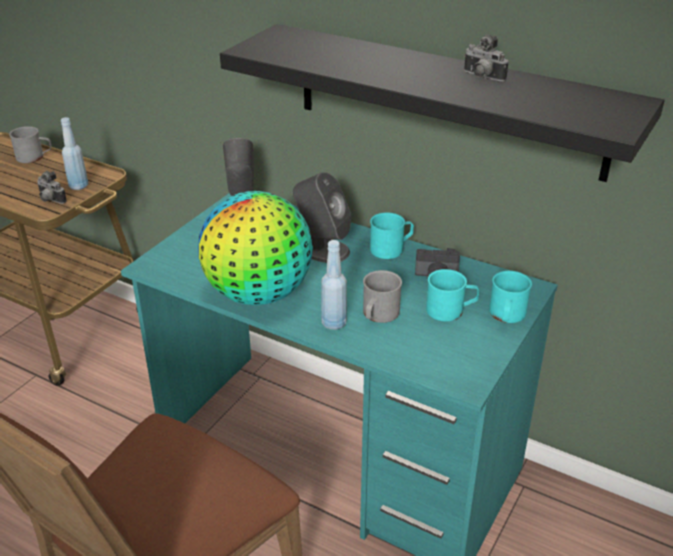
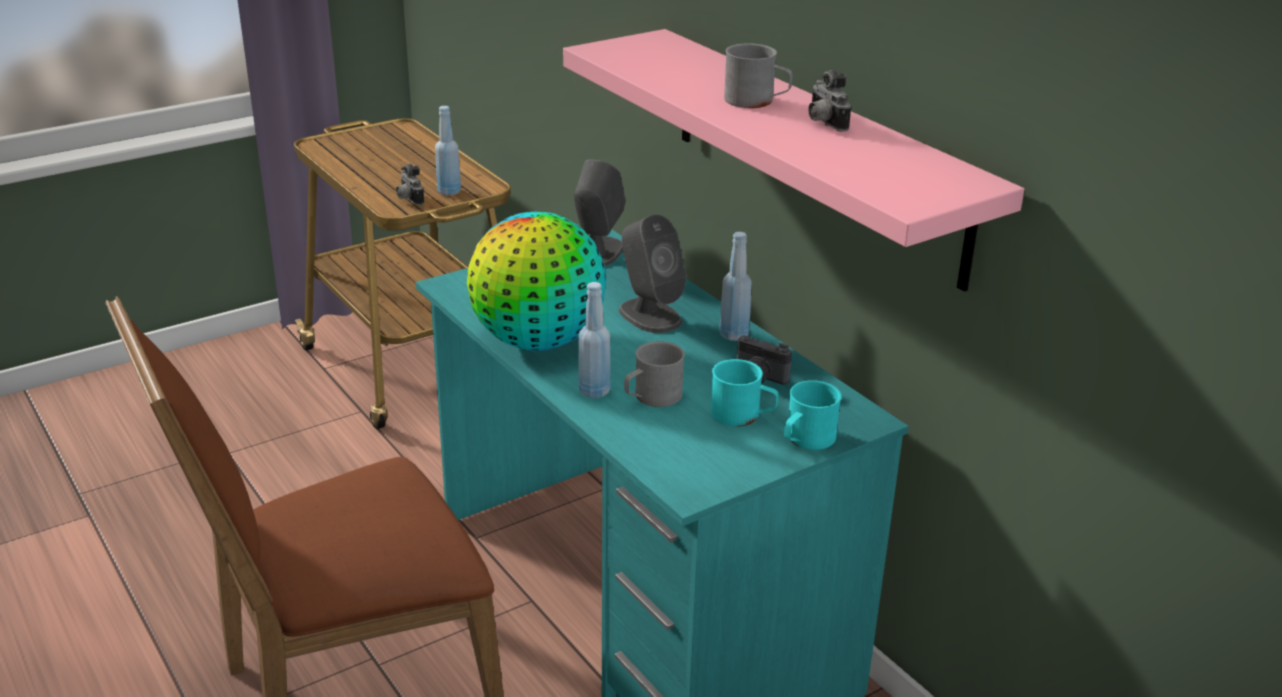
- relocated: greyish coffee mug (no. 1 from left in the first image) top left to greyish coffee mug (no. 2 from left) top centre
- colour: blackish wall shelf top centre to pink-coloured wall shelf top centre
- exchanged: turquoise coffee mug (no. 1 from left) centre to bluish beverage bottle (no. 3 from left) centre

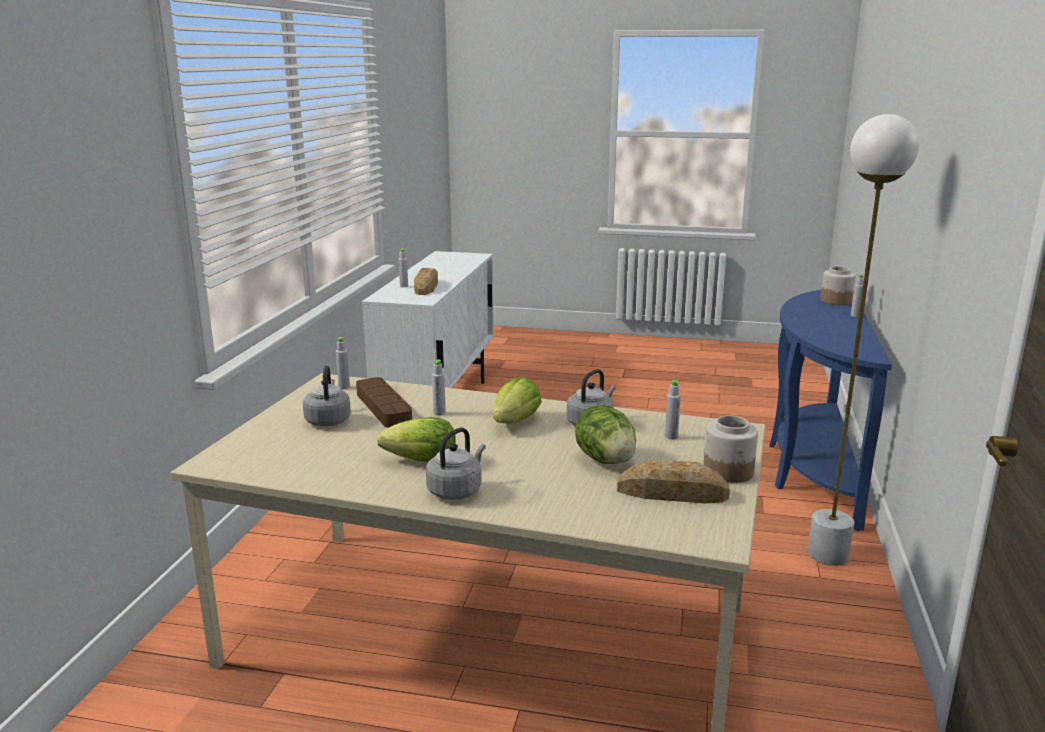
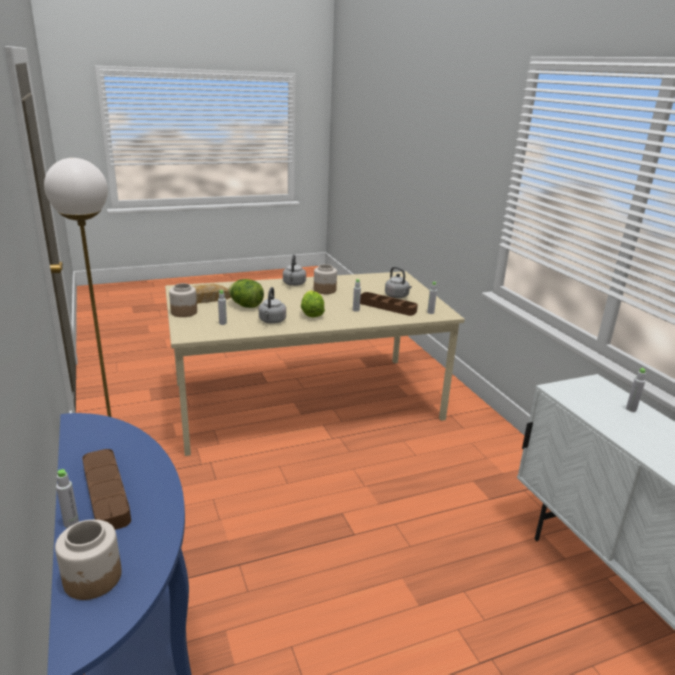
- exchanged: lettuce head (no. 1 from left) centre to jar (no. 3 from left) centre
- missing: bakery bread (no. 1 from left) centre
- appeared: brown carrying tray (no. 1 from left) bottom left

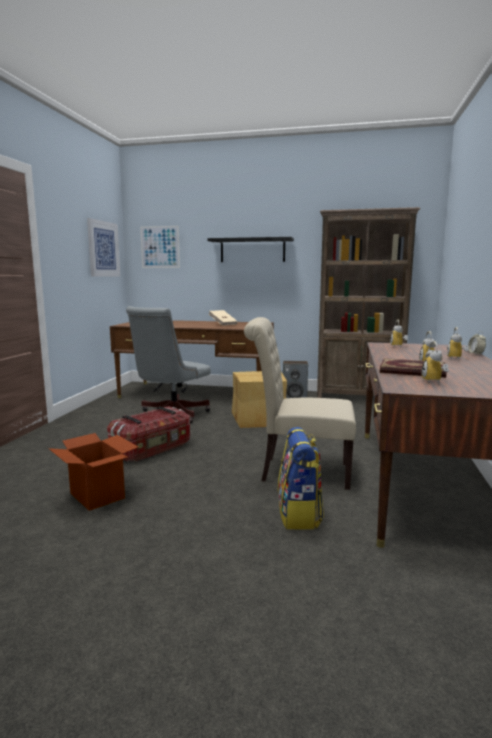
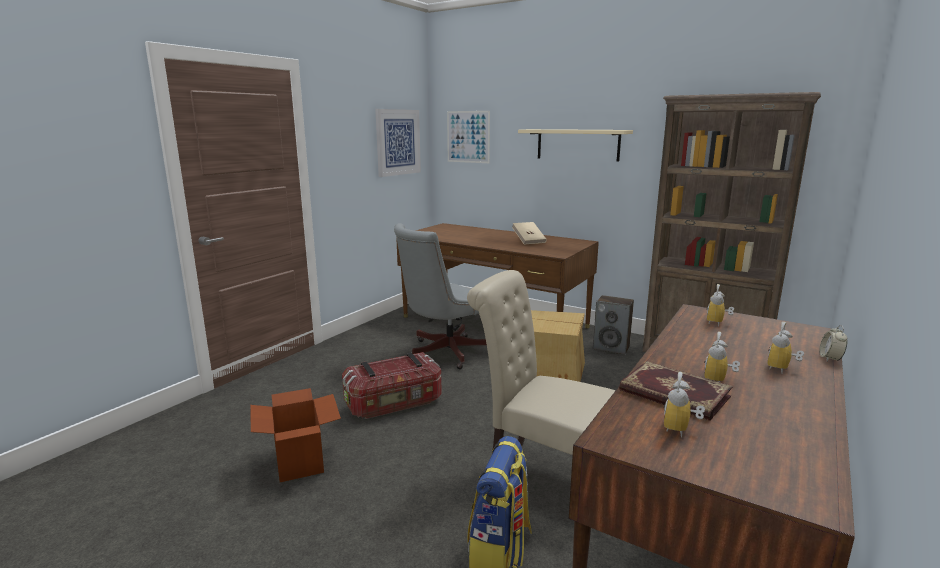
- colour: blackish wall shelf centre to sand-coloured wall shelf top centre

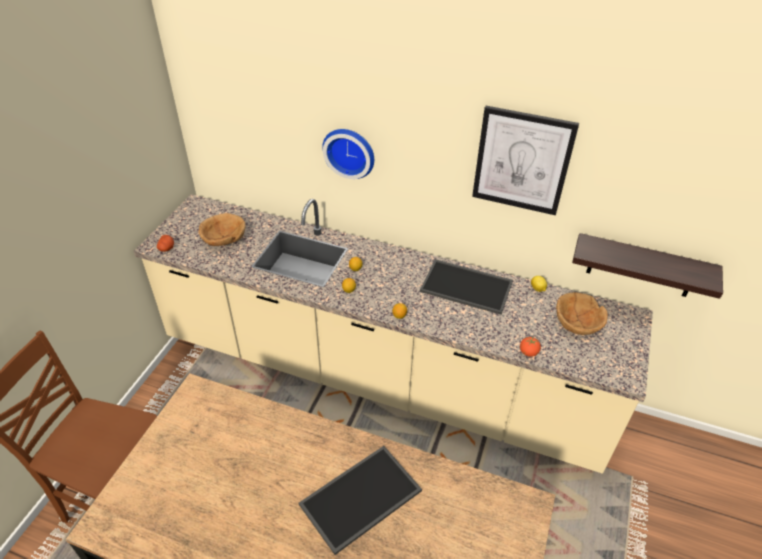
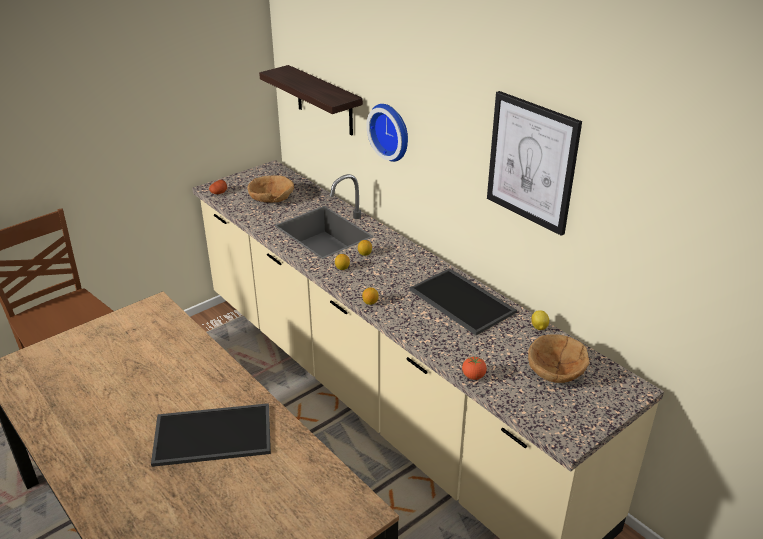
- relocated: wall shelf middle right to top centre

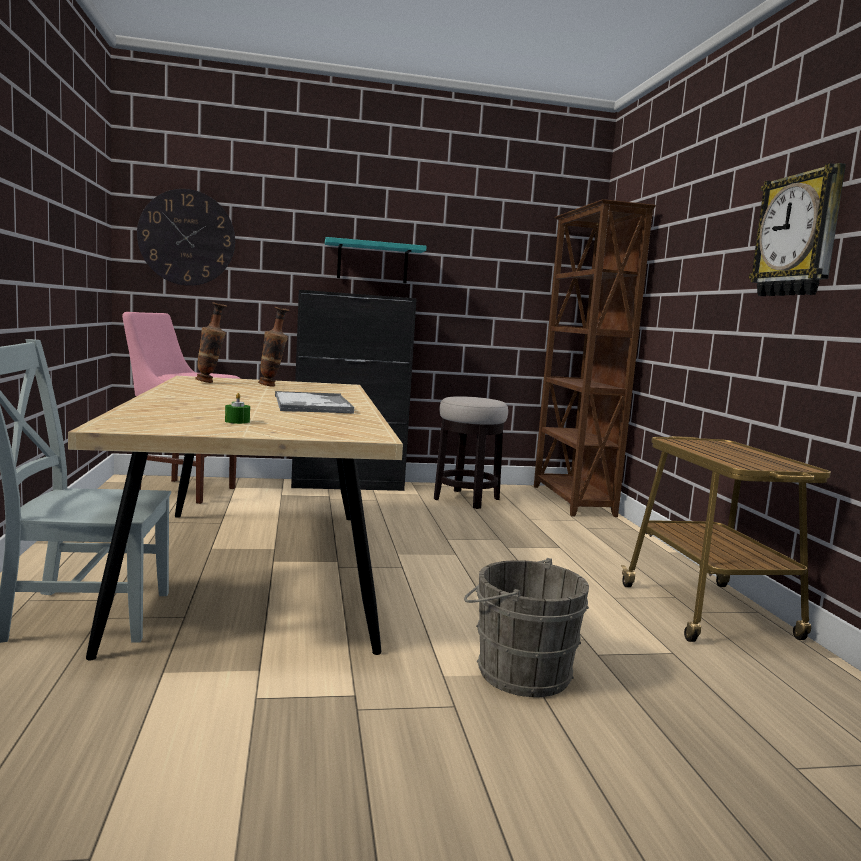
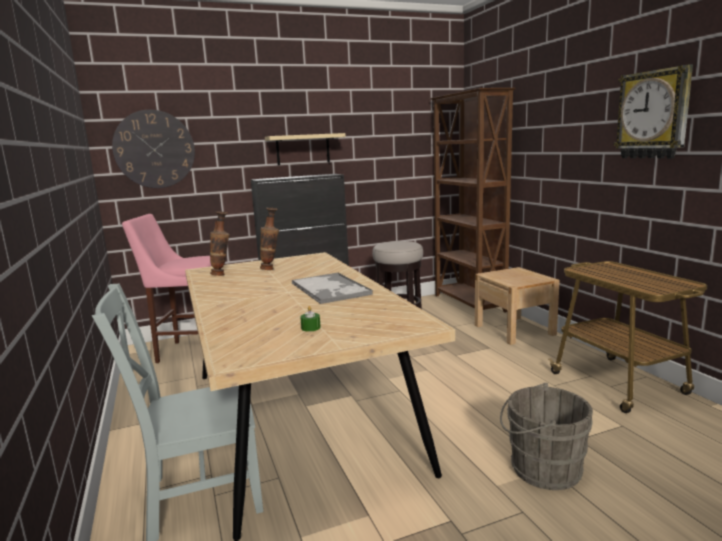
- colour: turquoise wall shelf top centre to sand-coloured wall shelf top centre
- appeared: sand-coloured nightstand middle right

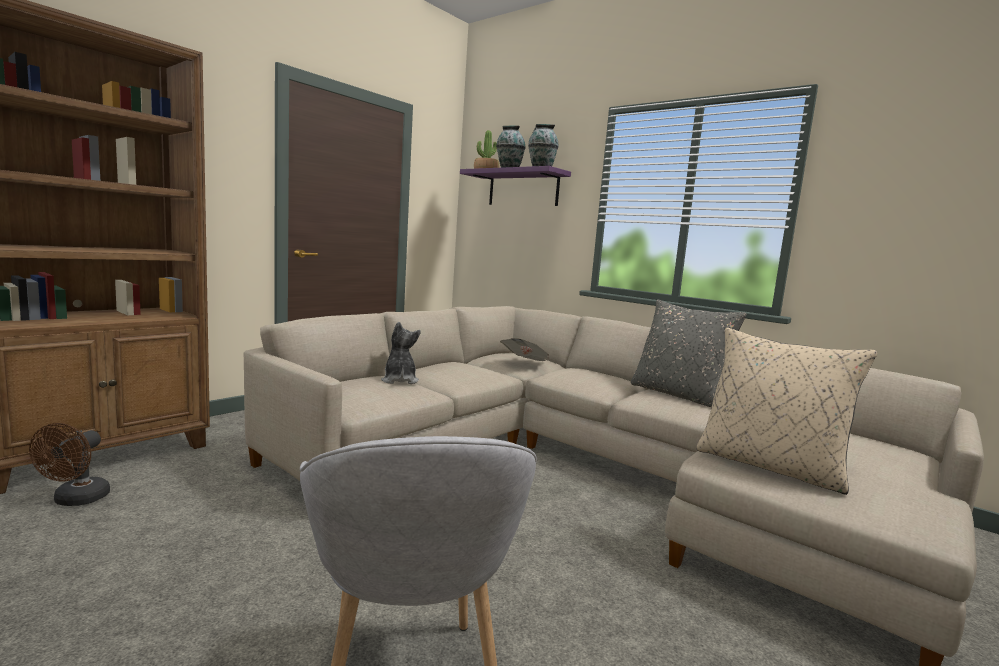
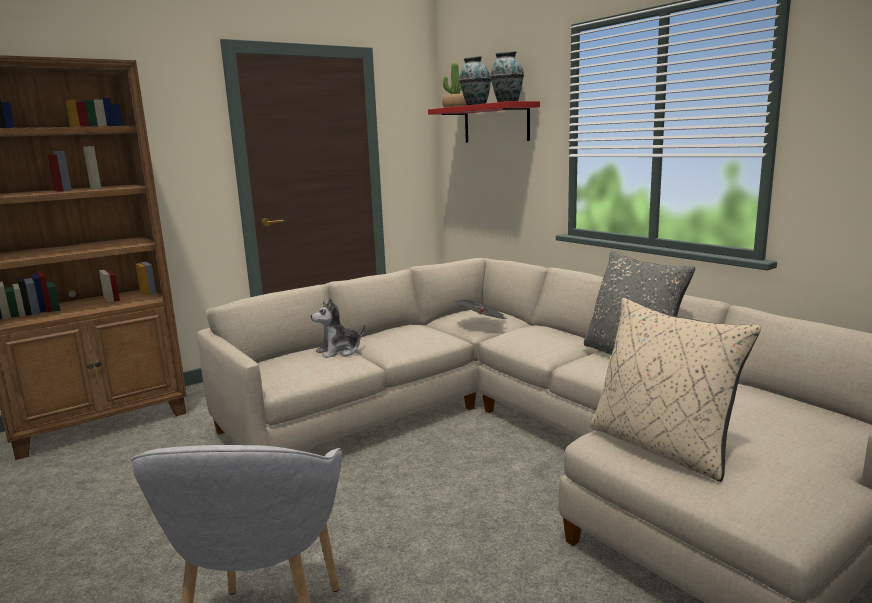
- missing: brown fan bottom left
- spun: plush toy centre = centre 120 degrees counterclockwise
- colour: purple wall shelf top centre to red-coloured wall shelf top centre

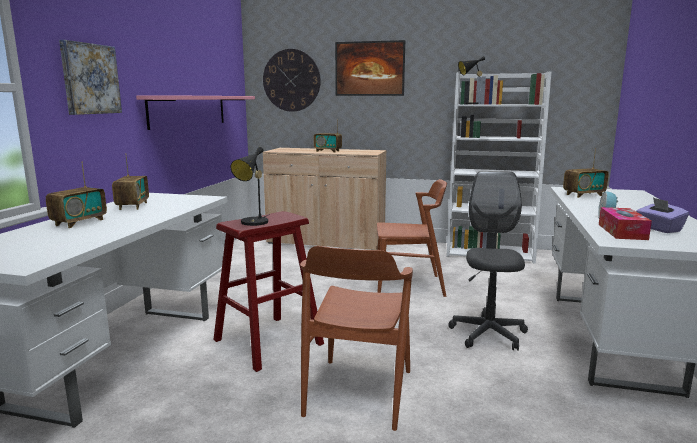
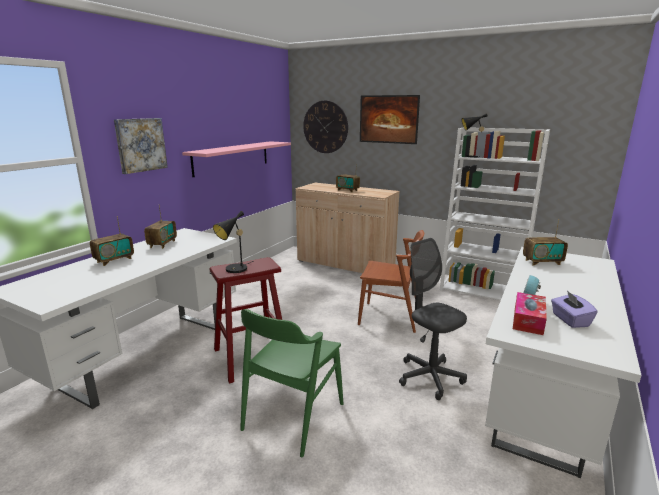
- colour: brown plain chair (no. 1 from left) bottom centre to green-coloured plain chair bottom centre
- spun: greyish desk chair middle right = centre 60 degrees counterclockwise

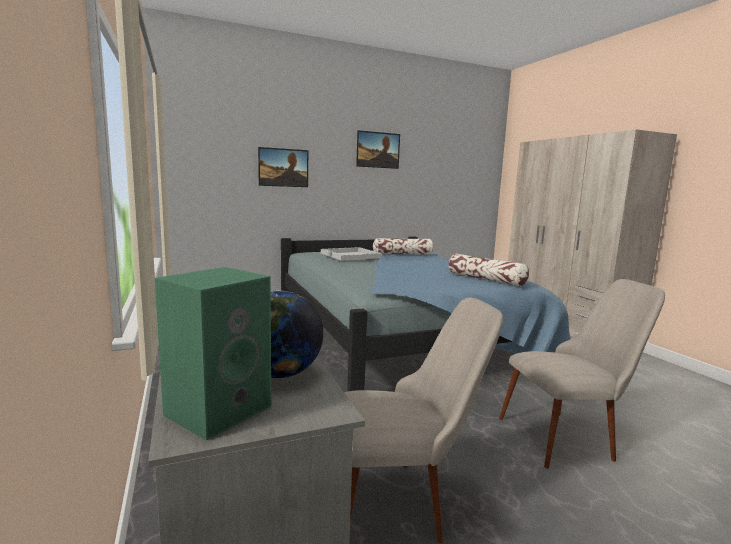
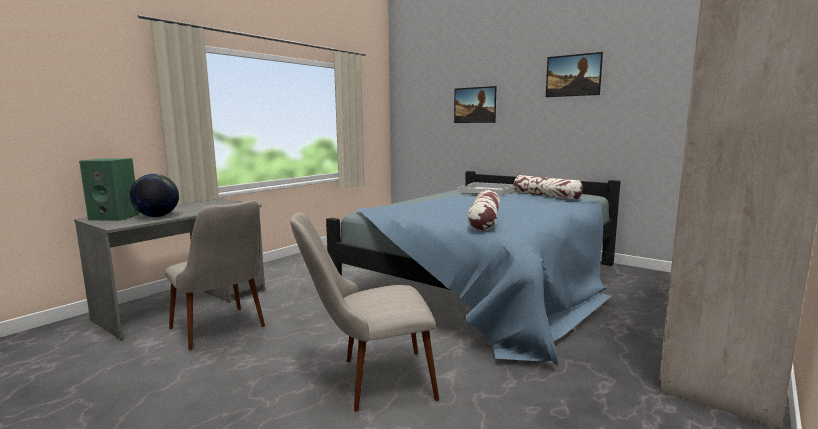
- spun: sand-coloured plain chair (no. 2 from left) bottom right = bottom centre 120 degrees clockwise

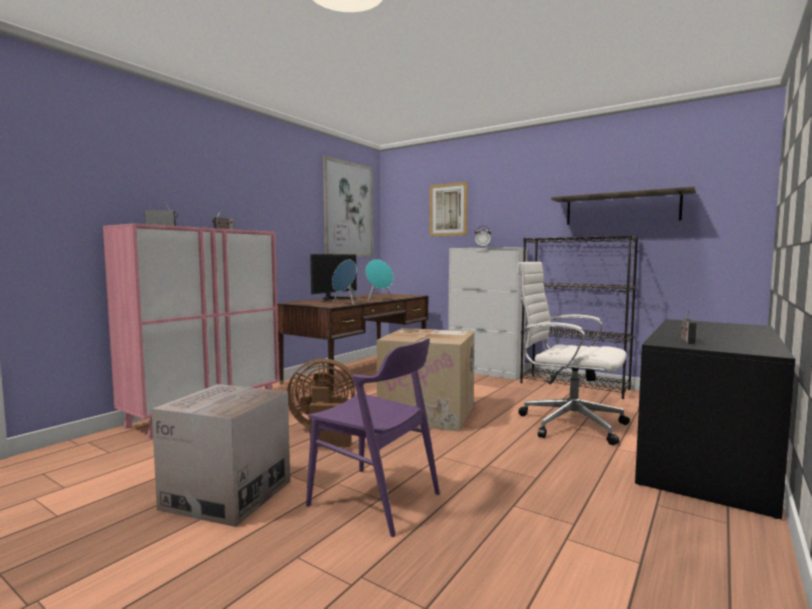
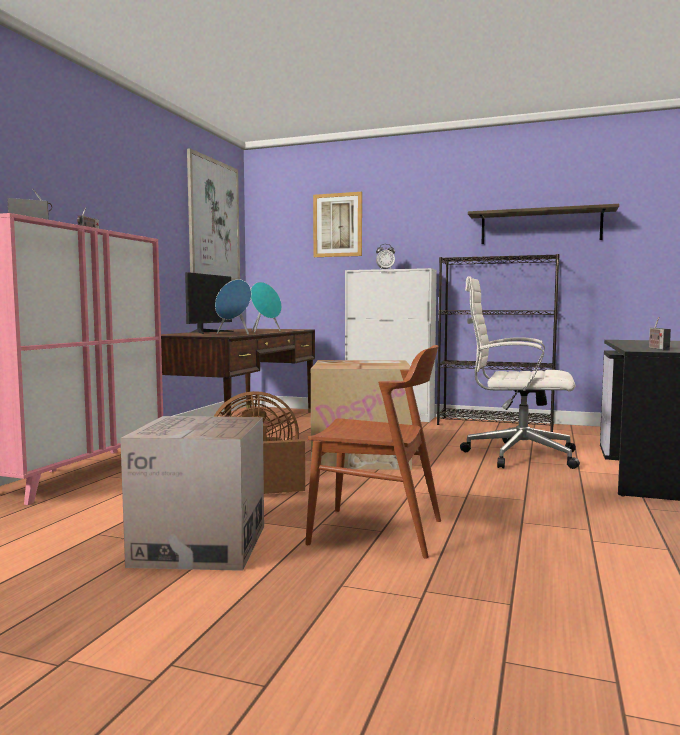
- colour: purple plain chair bottom centre to brown plain chair centre

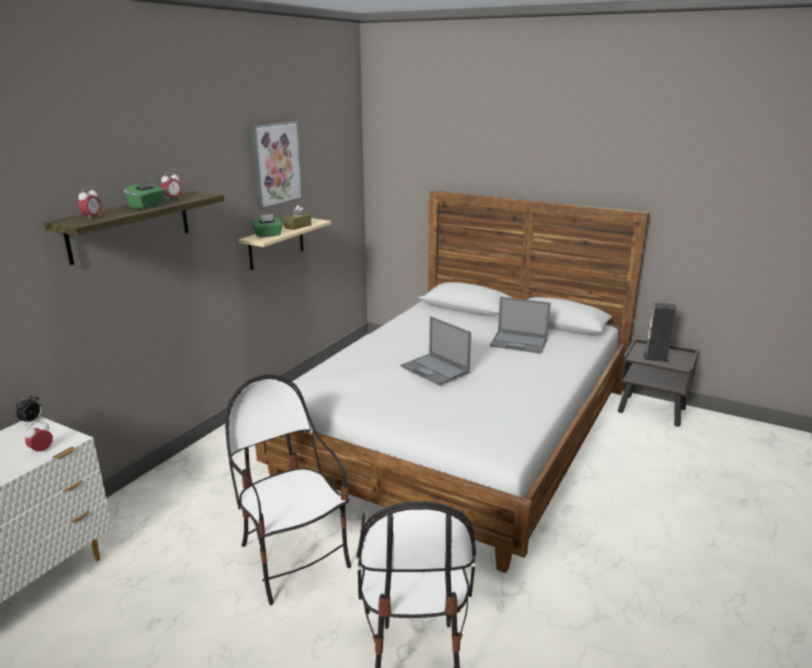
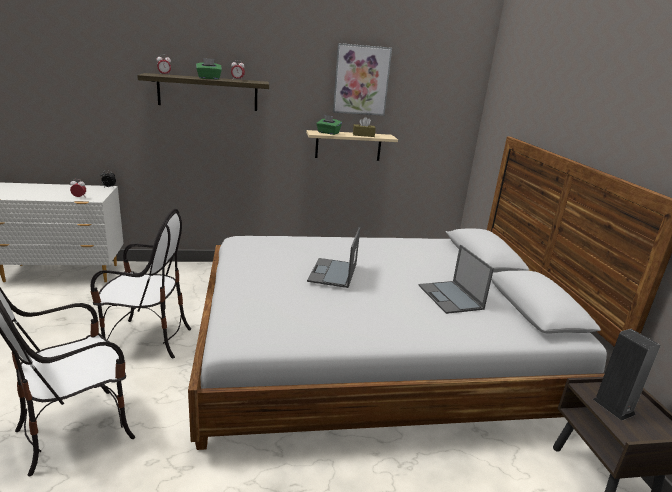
- spun: plain chair (no. 1 from left in the first image) bottom centre = middle left 75 degrees clockwise

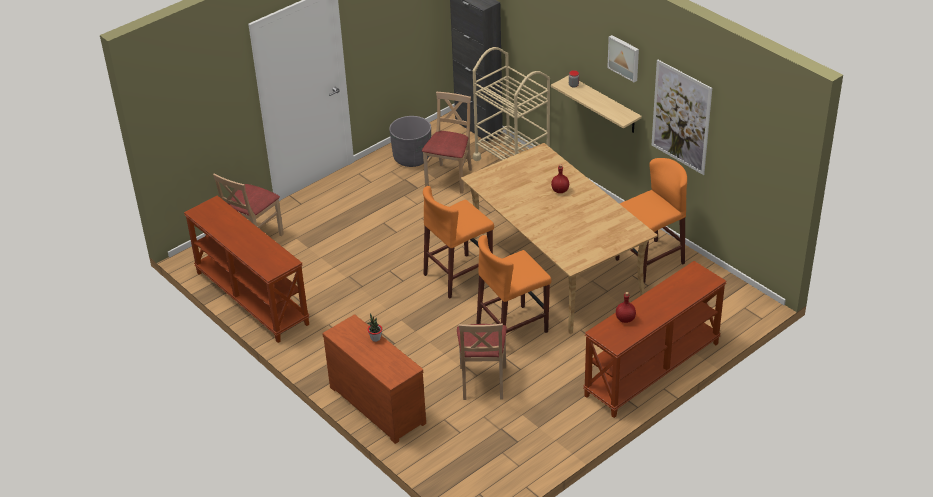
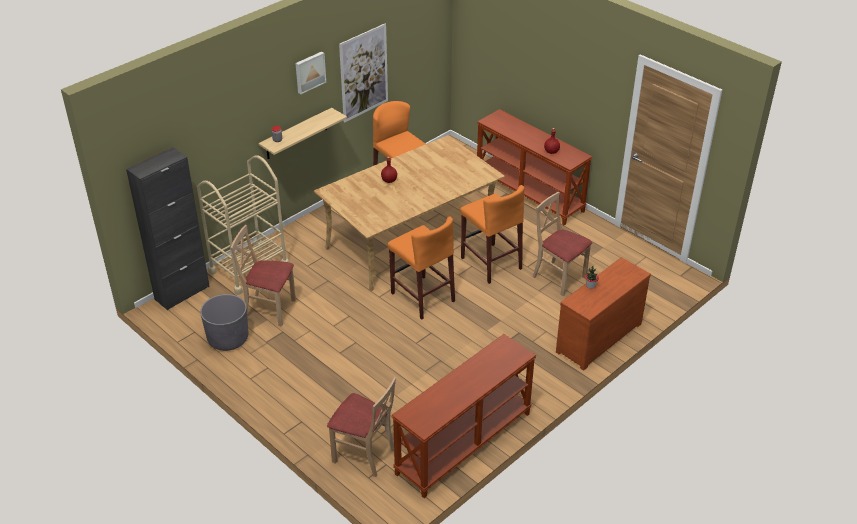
- spun: sand-coloured plain chair (no. 3 from left) bottom centre = centre 135 degrees counterclockwise

